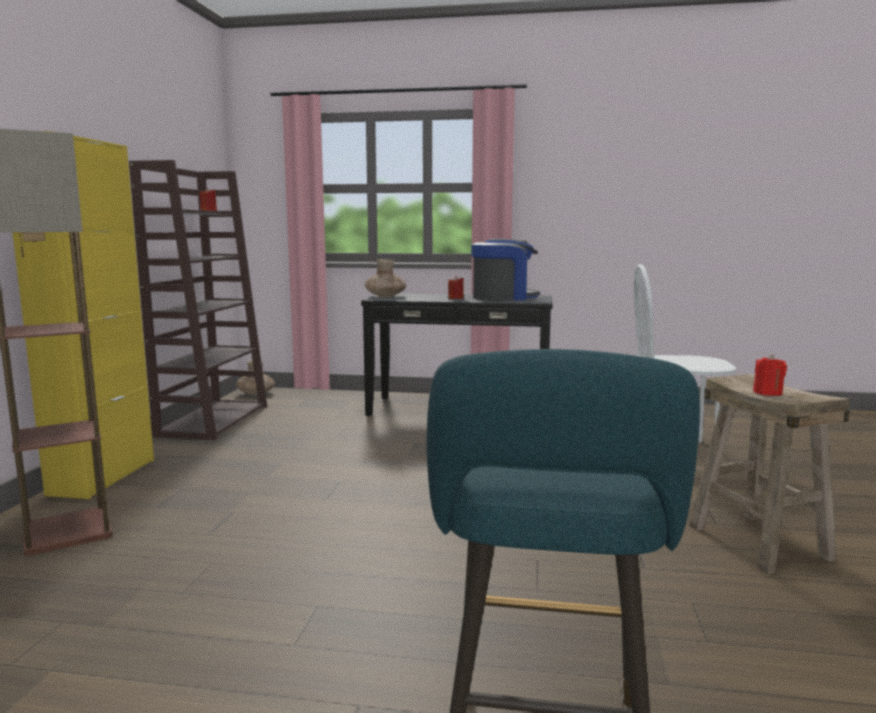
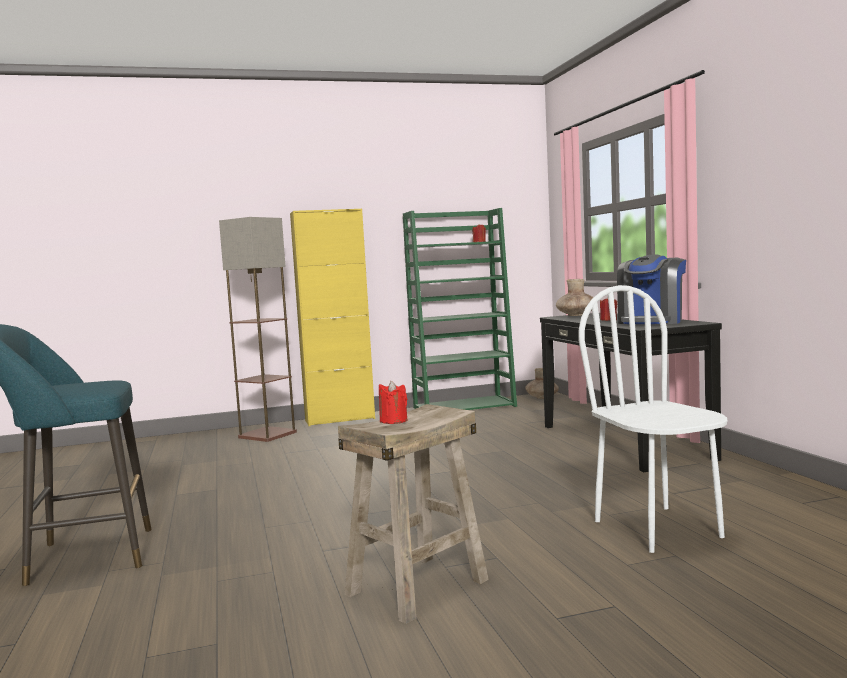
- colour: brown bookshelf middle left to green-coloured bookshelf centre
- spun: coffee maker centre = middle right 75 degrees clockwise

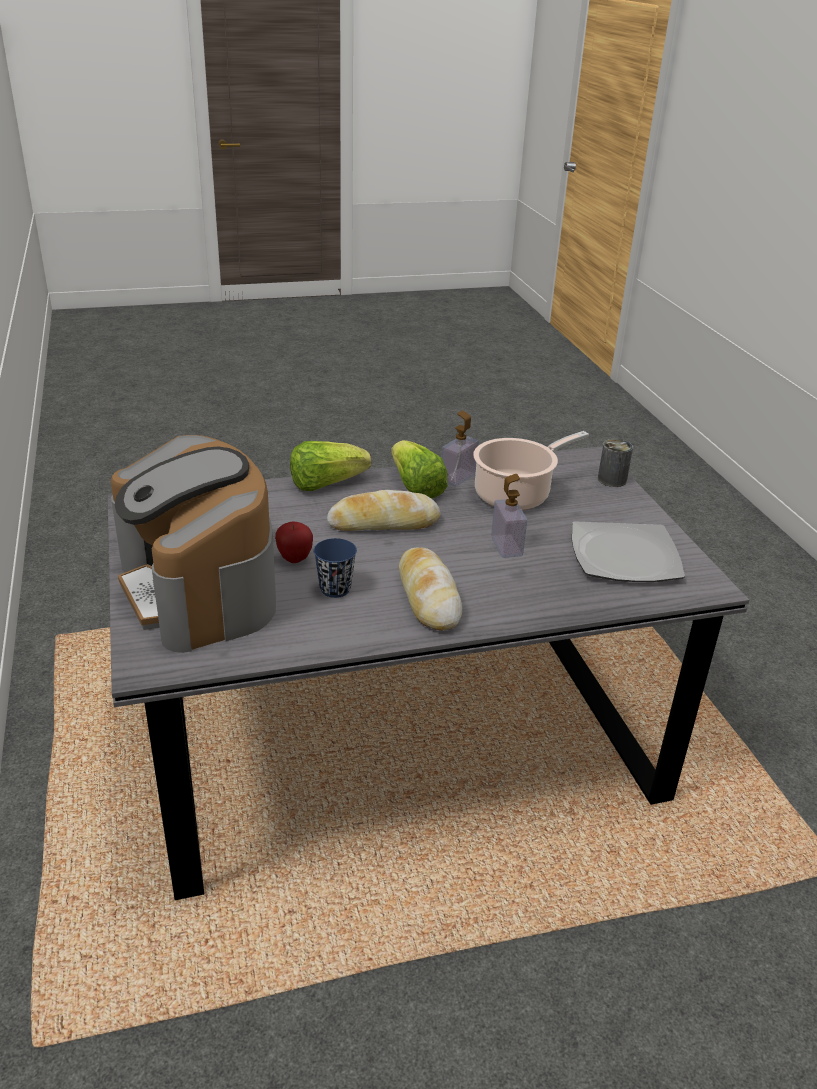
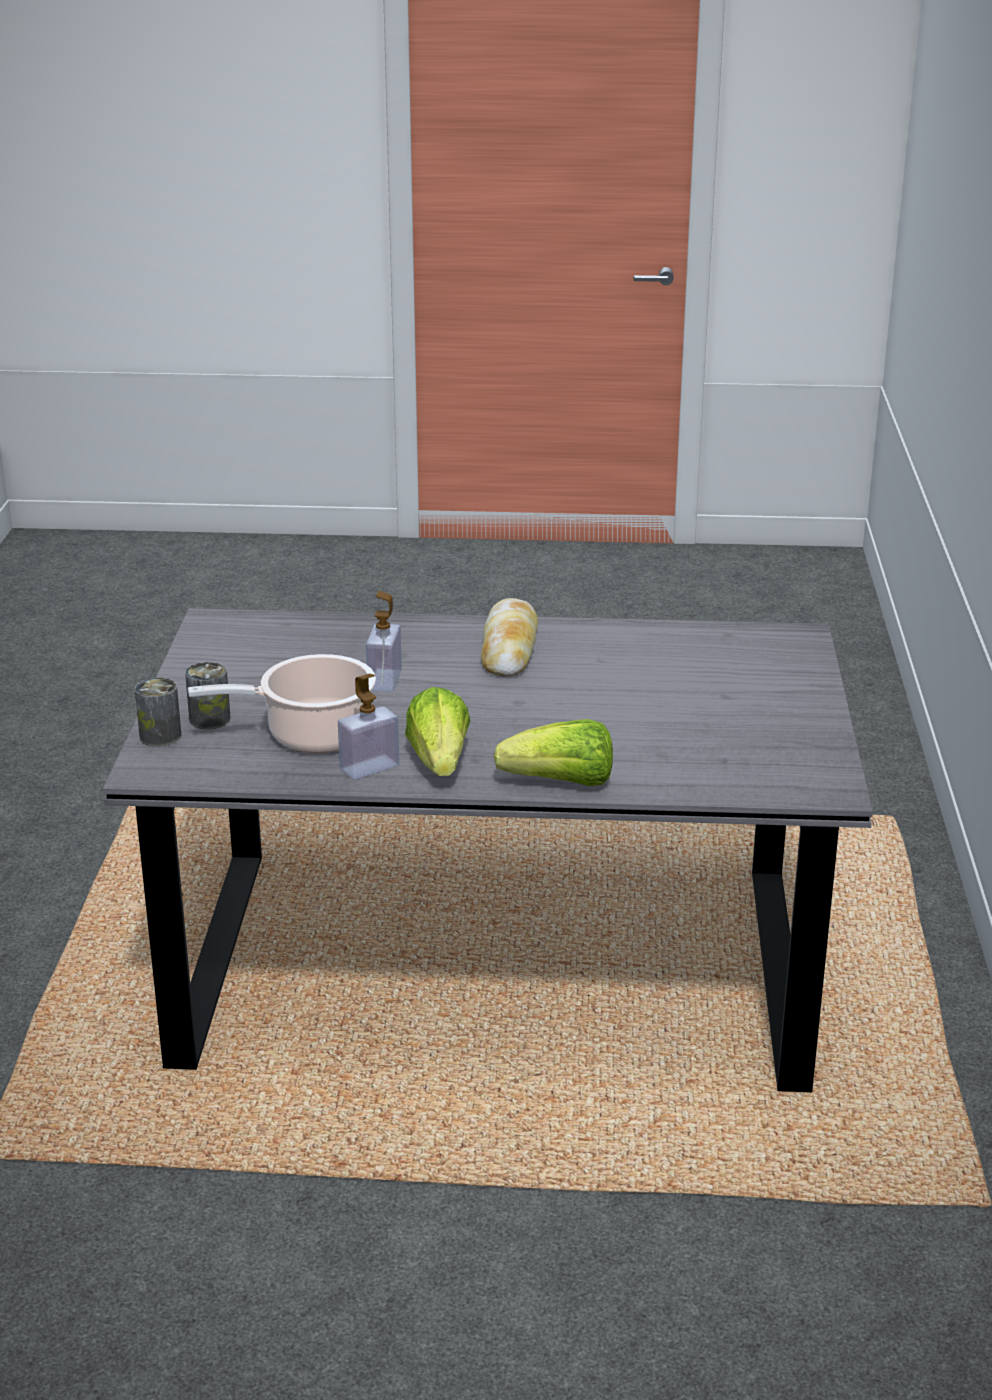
- missing: coffee maker middle left
- missing: apple centre
- missing: bluish cup centre
- missing: bakery bread (no. 1 from left) centre
- missing: dinner plate middle right
- appeared: metal can (no. 2 from left) middle left

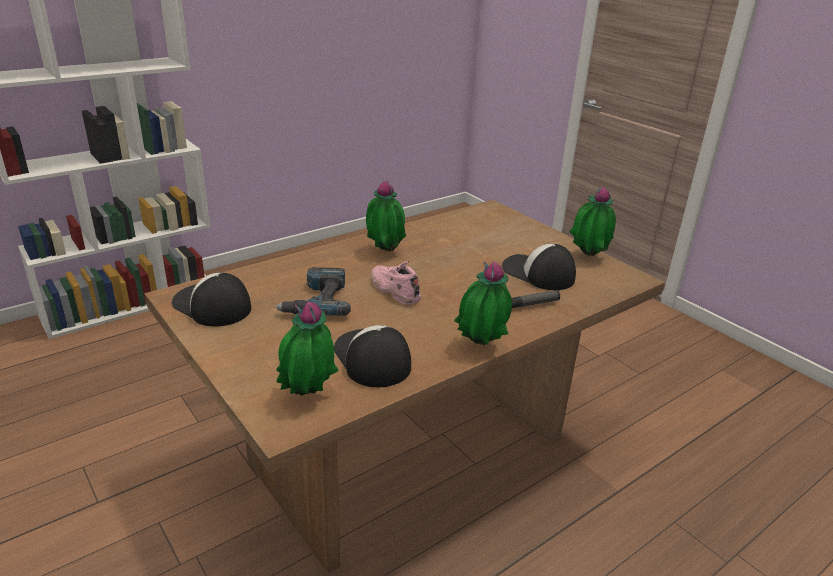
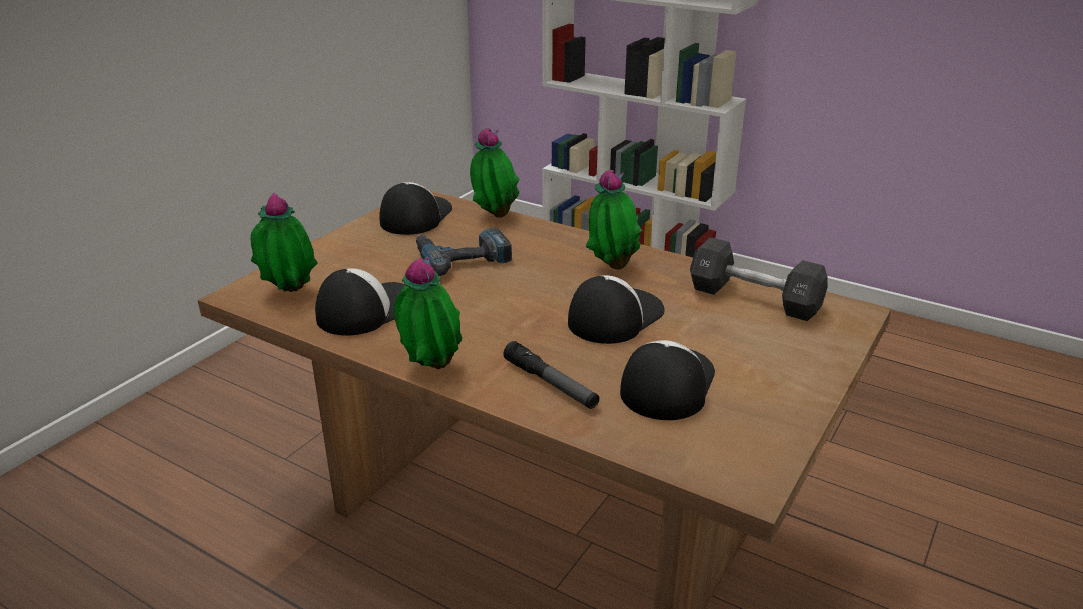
- missing: pink-coloured item of footwear centre
- relocated: plant in a pot (no. 4 from left in the first image) middle right to plant in a pot (no. 3 from left) top centre
- appeared: baseball cap (no. 3 from left) centre
- appeared: blackish free weight middle right

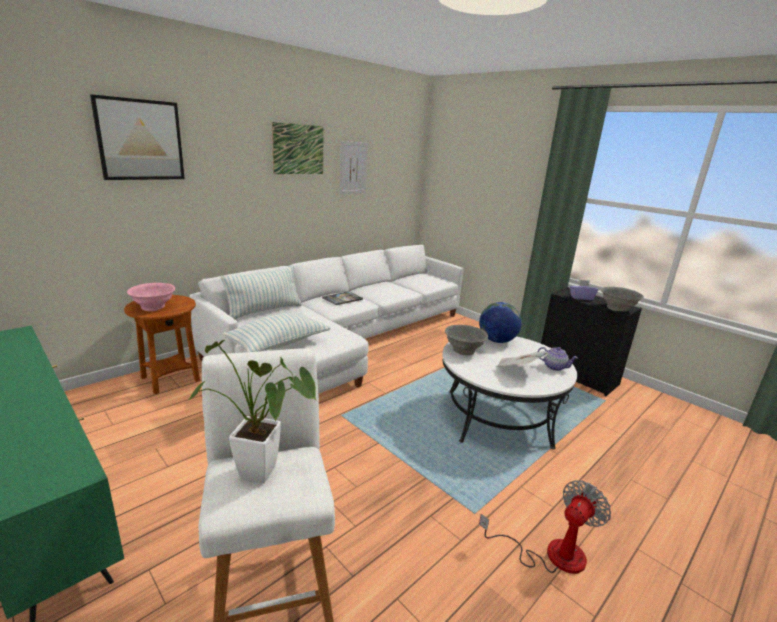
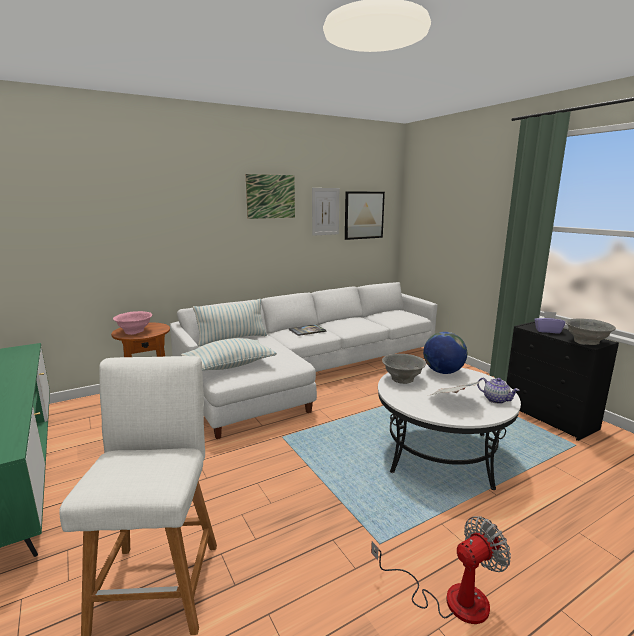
- relocated: wall picture (no. 1 from left in the first image) top left to wall picture (no. 3 from left) centre
- missing: plant in a pot middle left

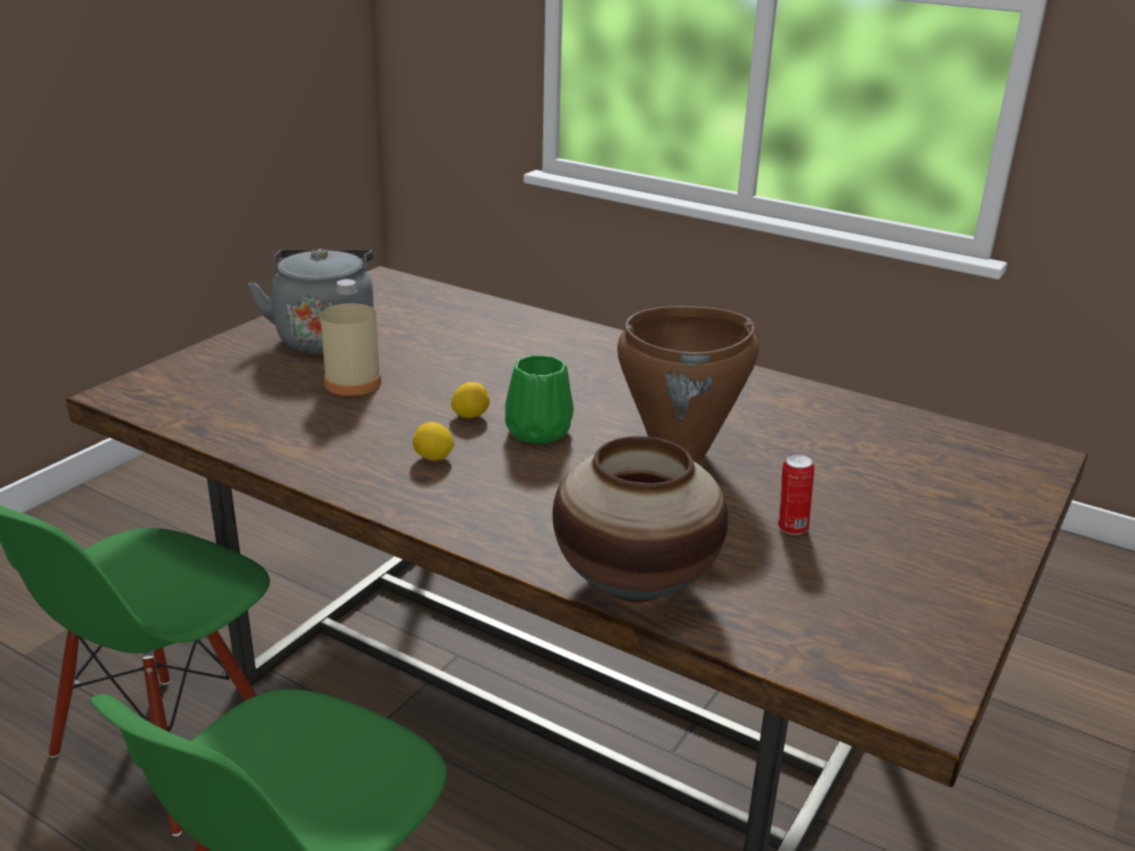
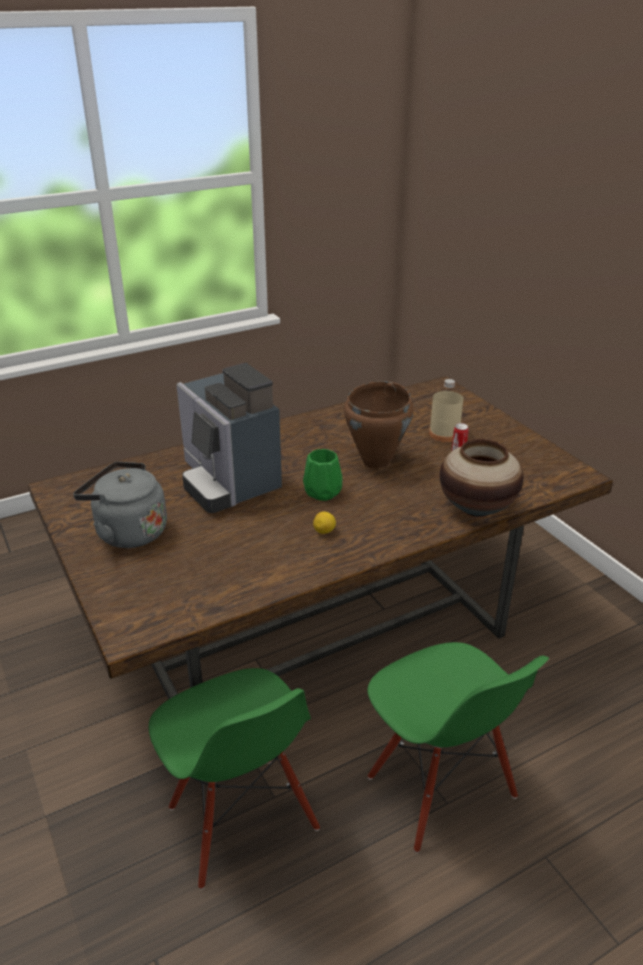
- relocated: sand-coloured beverage bottle middle left to middle right
- missing: whole lemon (no. 2 from left) centre
- appeared: coffee maker centre

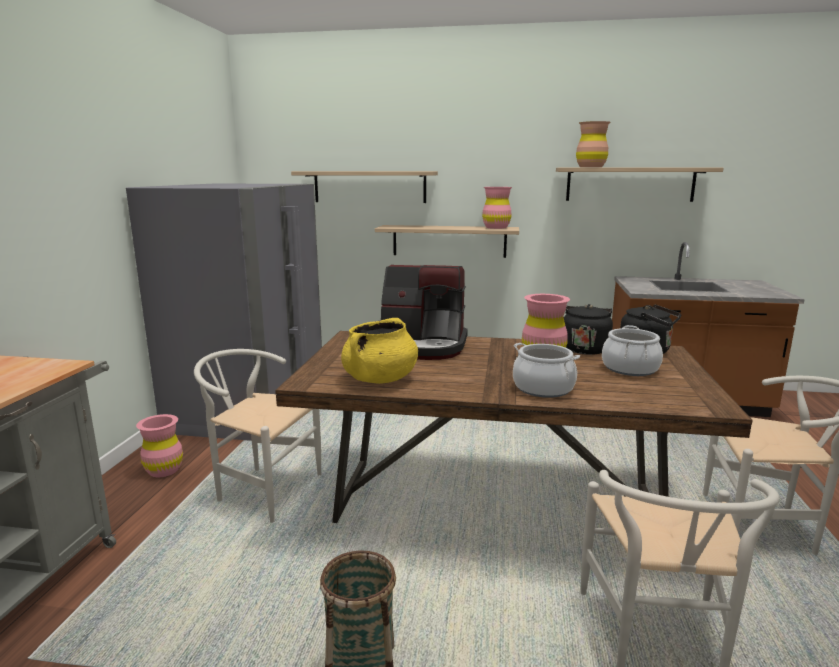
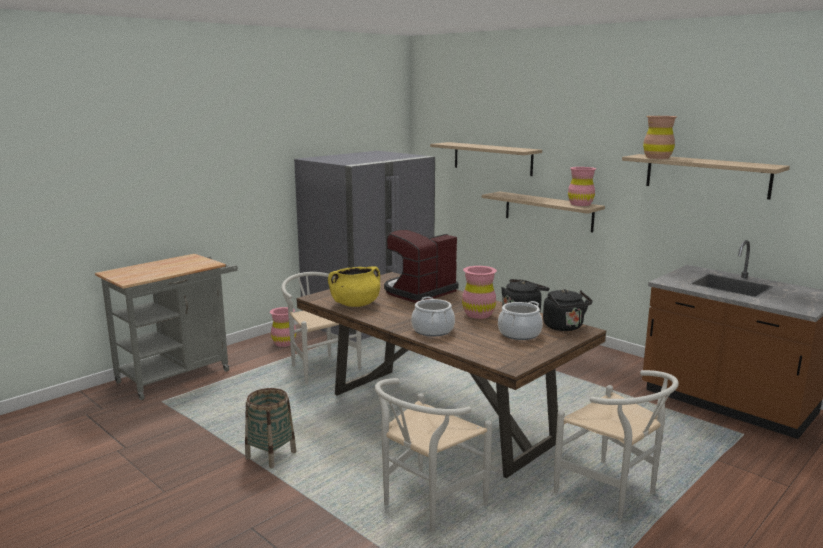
- spun: coffee maker centre = centre 90 degrees clockwise

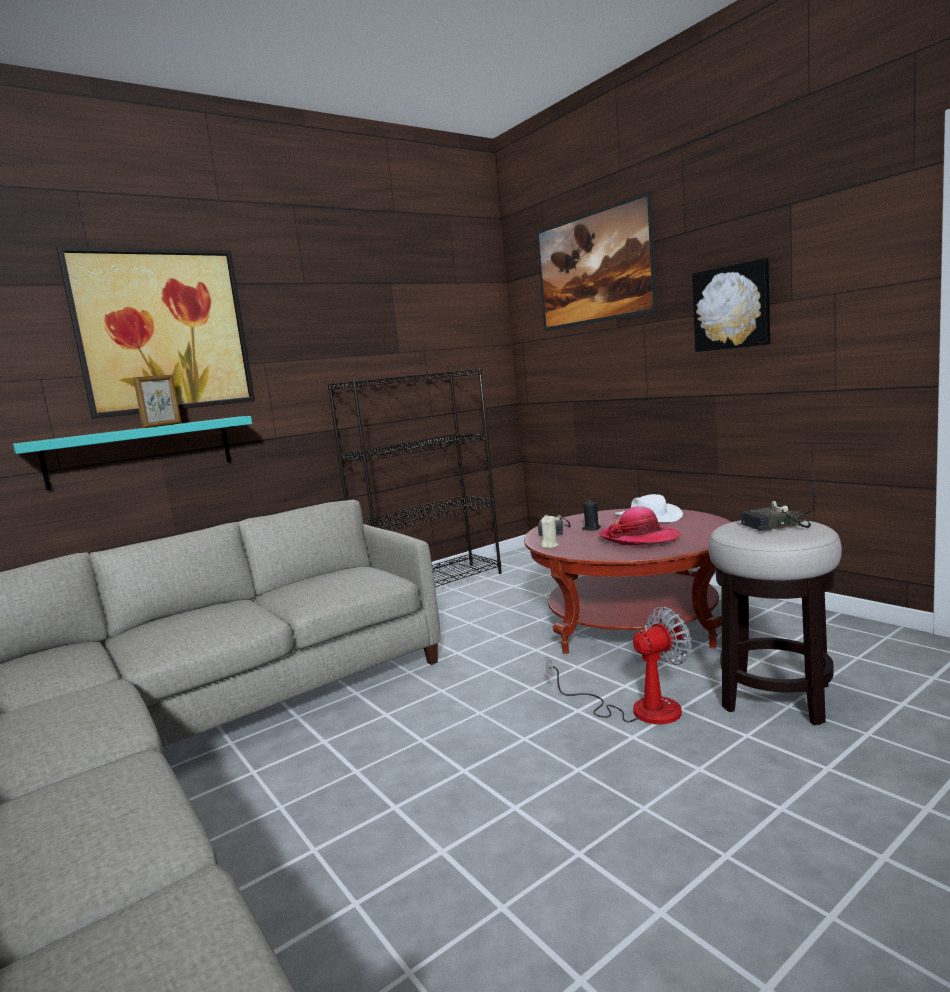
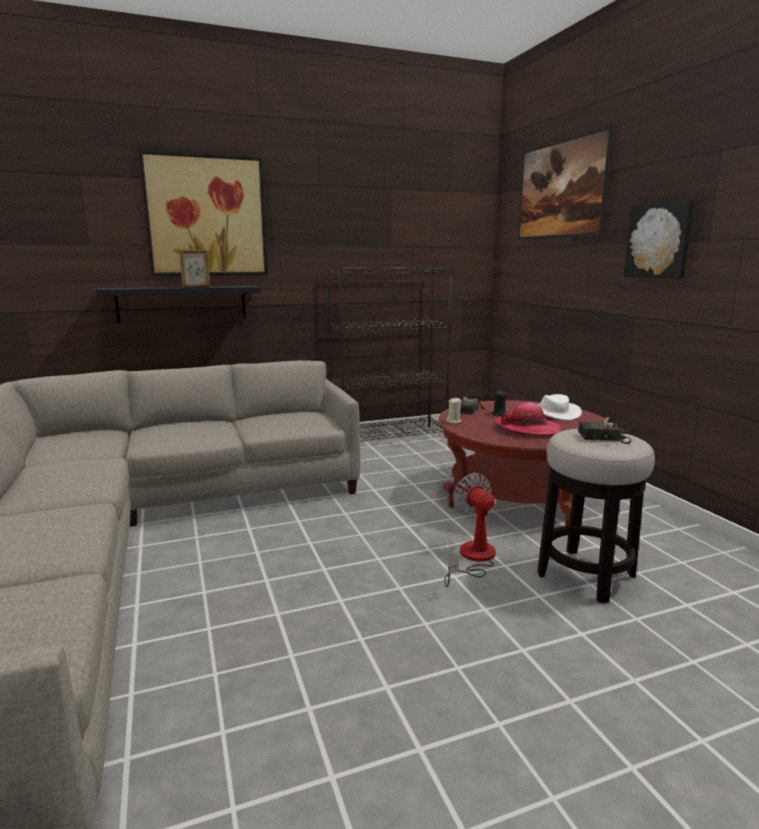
- colour: turquoise wall shelf middle left to blackish wall shelf middle left
- spun: fan bottom centre = centre 105 degrees counterclockwise

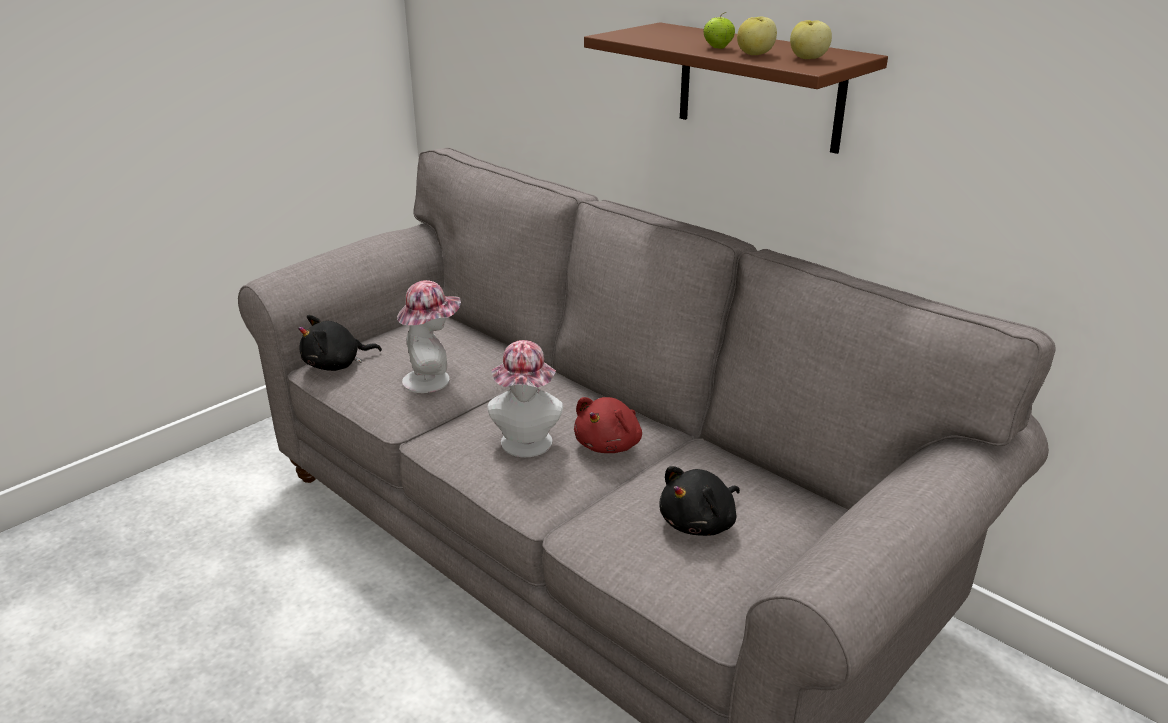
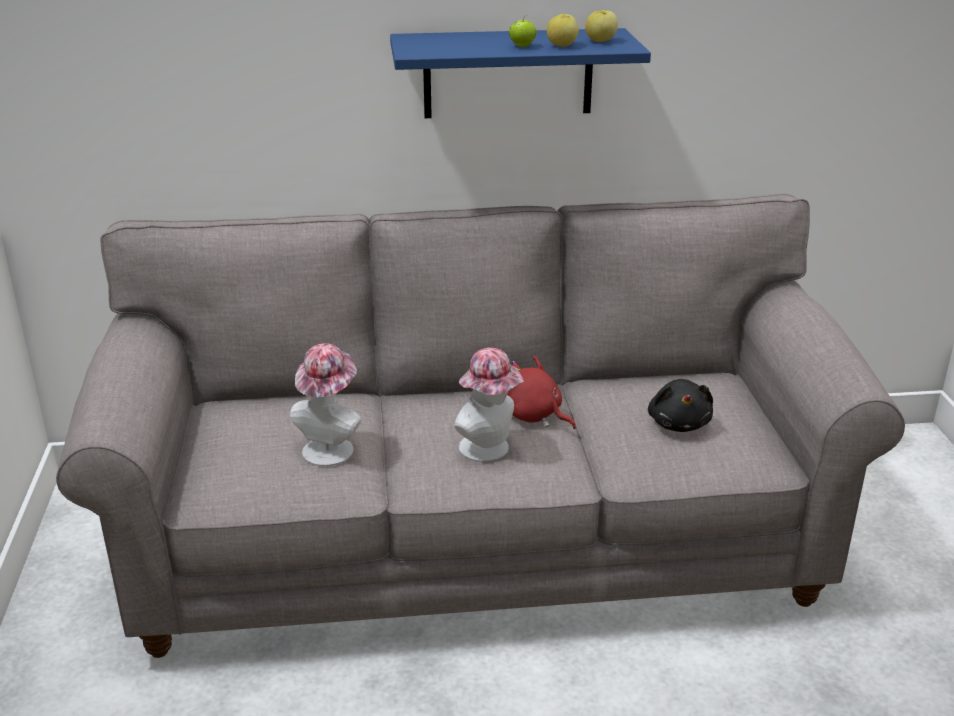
- missing: blackish plush toy (no. 1 from left) middle left
- spun: red-coloured plush toy centre = centre 150 degrees clockwise
- colour: brown wall shelf top centre to bluish wall shelf top centre

